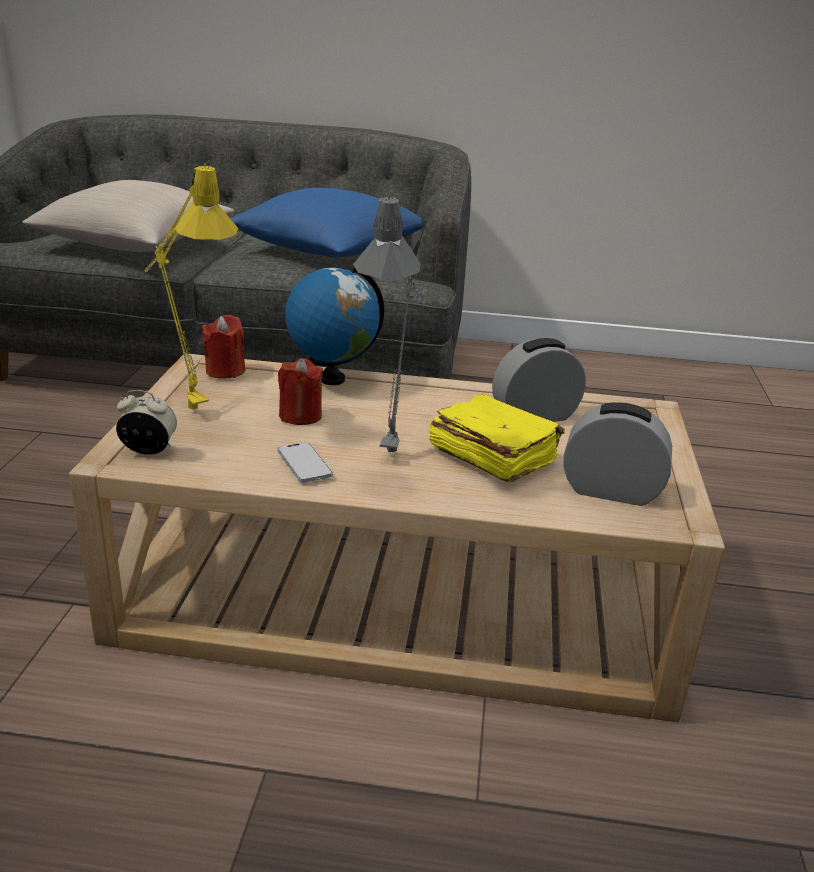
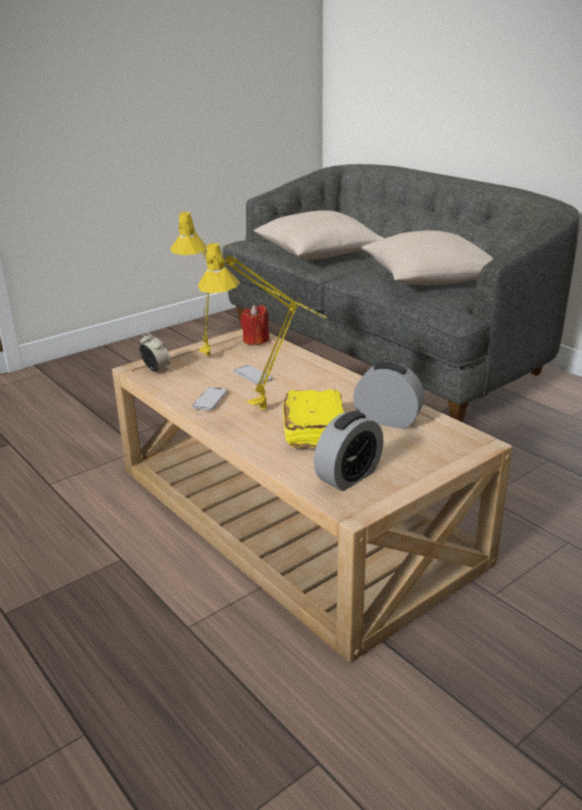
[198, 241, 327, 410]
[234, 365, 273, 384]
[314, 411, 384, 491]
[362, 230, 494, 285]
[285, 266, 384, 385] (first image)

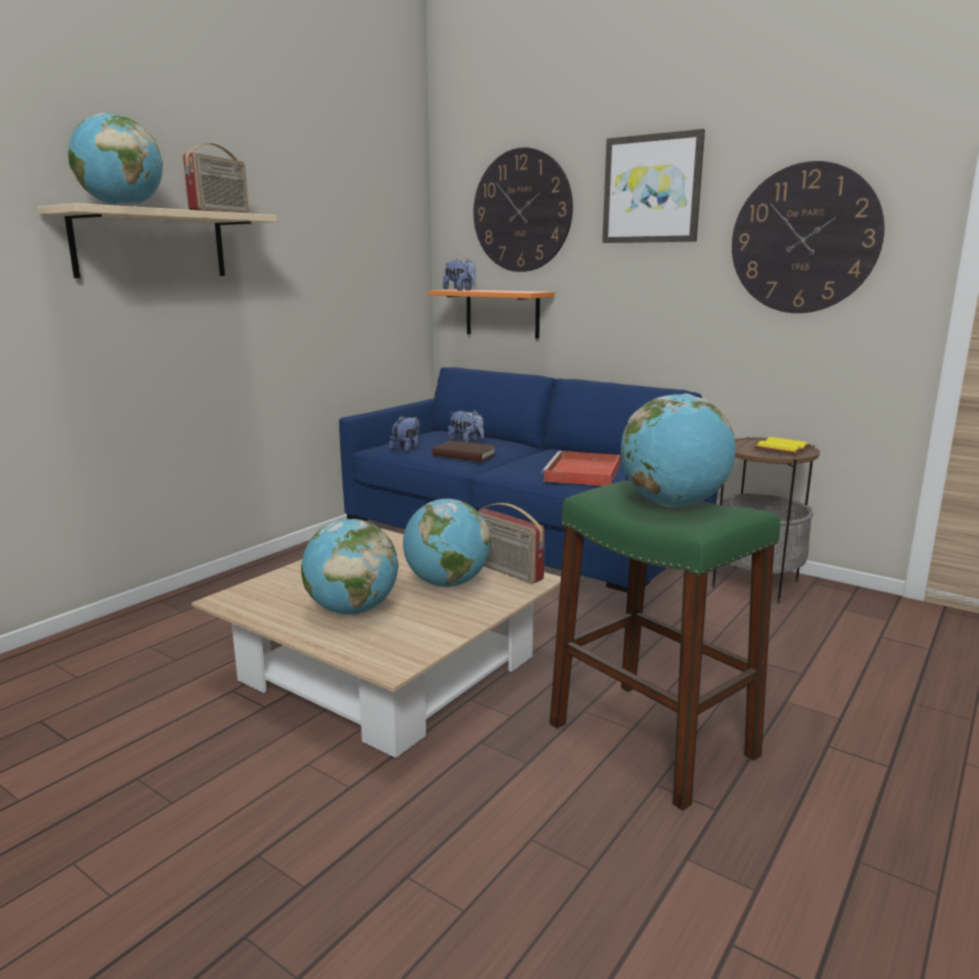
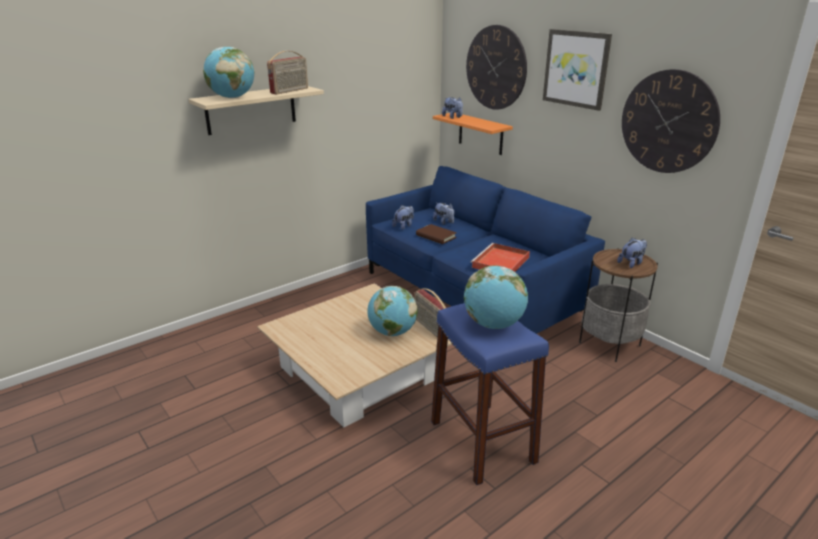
[431, 303, 549, 485]
[617, 237, 647, 268]
[301, 519, 399, 615] (first image)

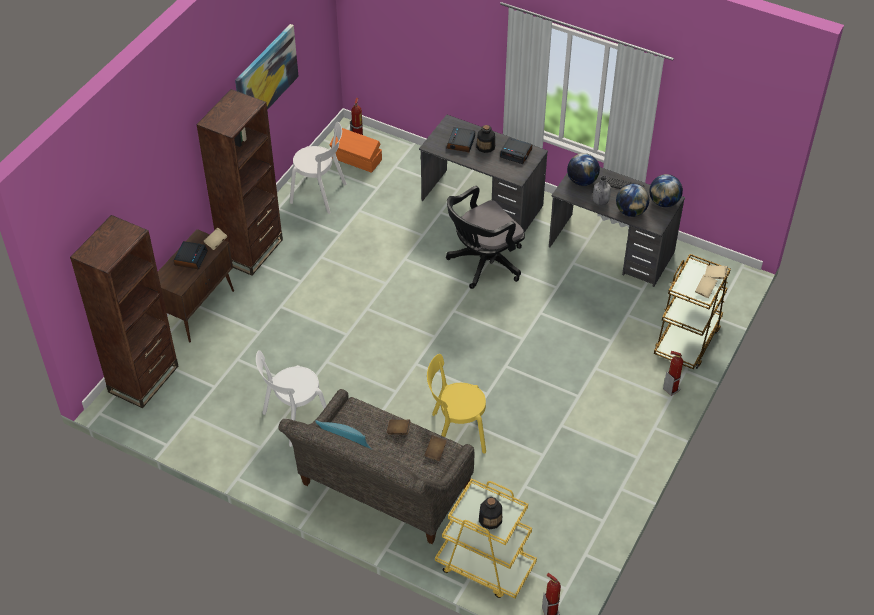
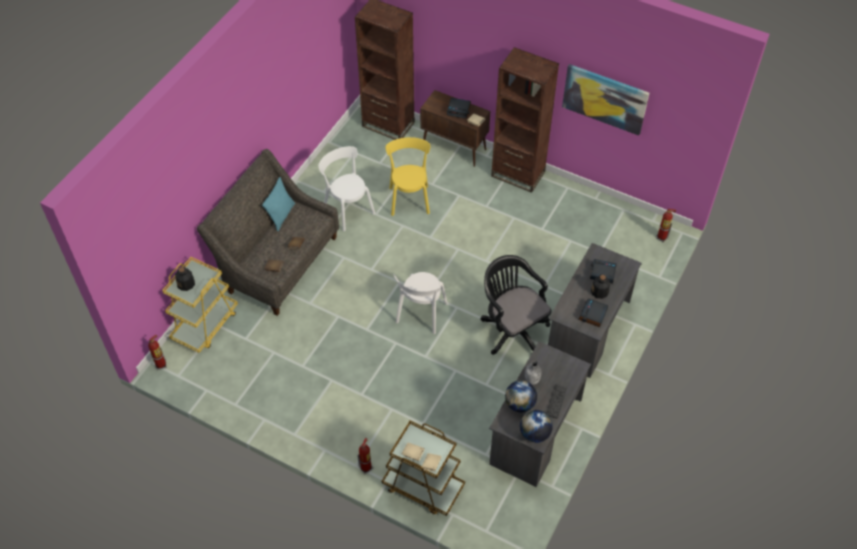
[386, 137, 430, 216]
[394, 272, 448, 334]
[330, 128, 382, 173] (first image)
[567, 153, 600, 186] (first image)

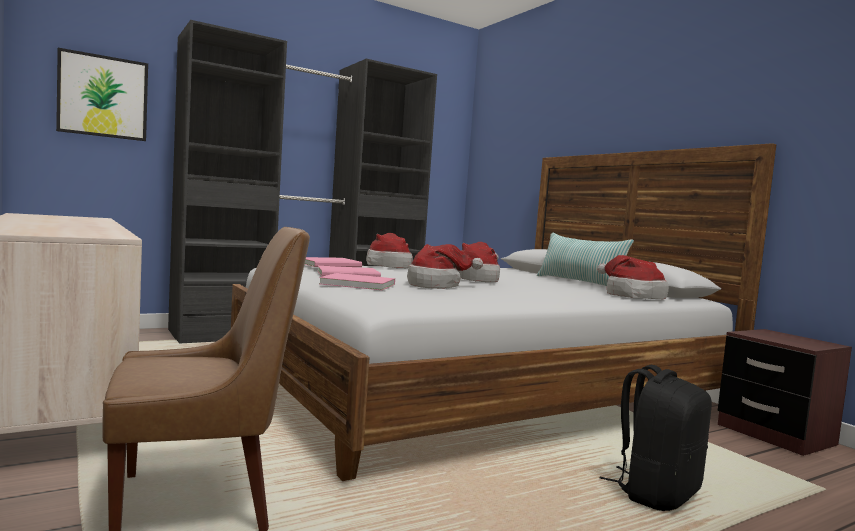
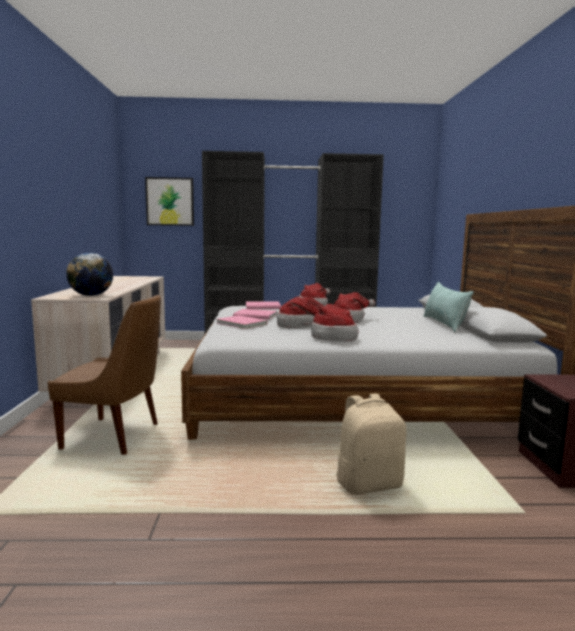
[66, 253, 113, 296]
[311, 304, 358, 341]
[337, 394, 406, 495]

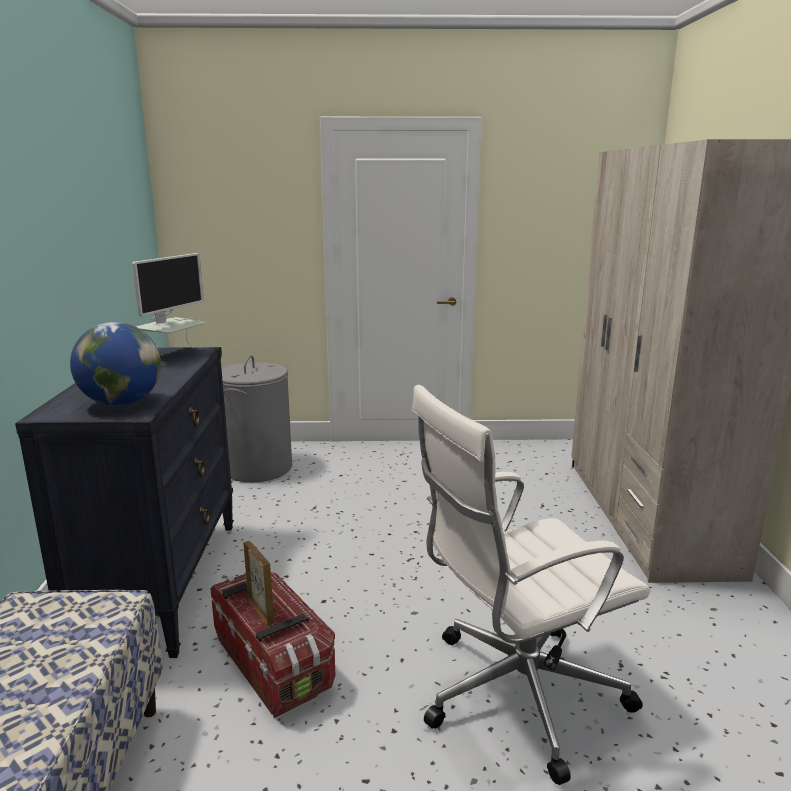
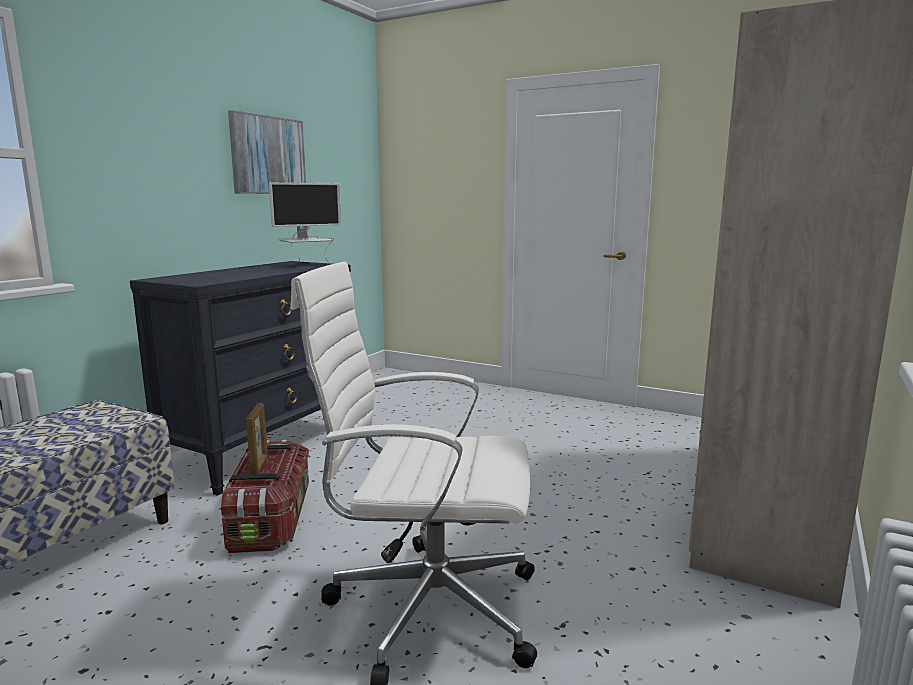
[228, 110, 306, 194]
[70, 322, 161, 406] (first image)
[221, 355, 292, 482] (first image)

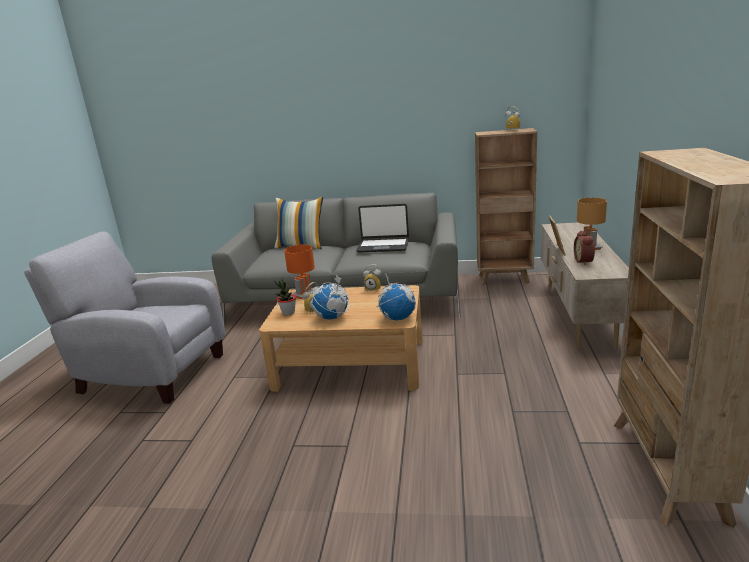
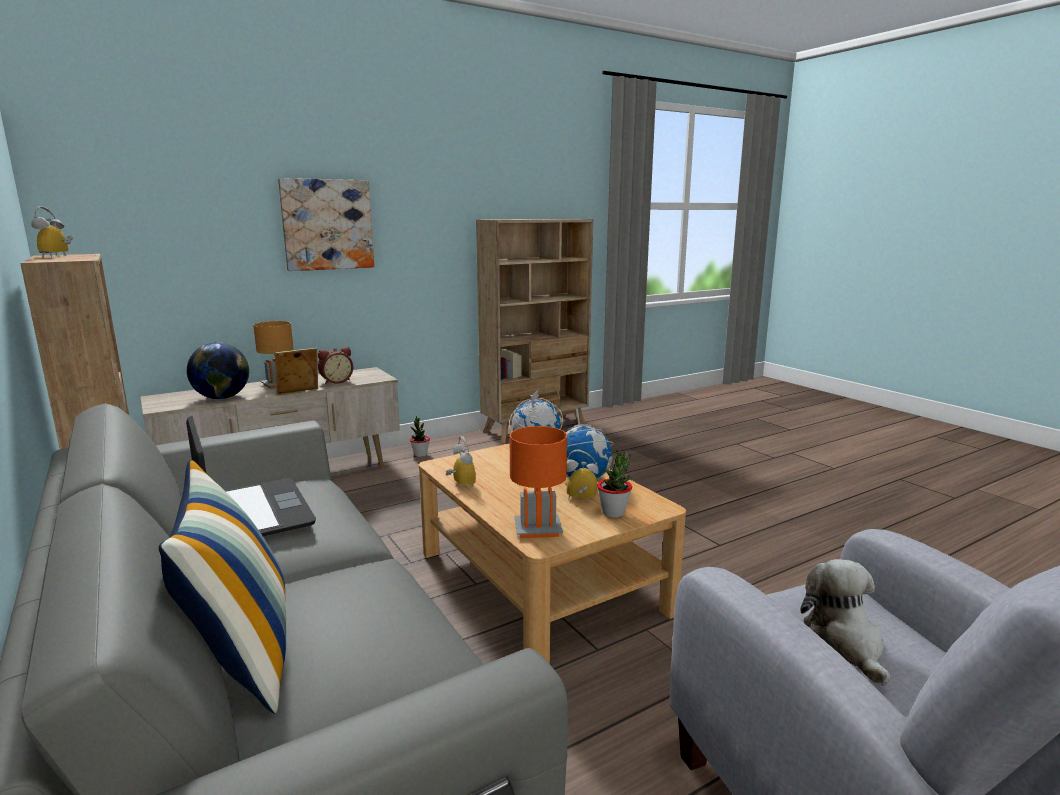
[187, 342, 249, 399]
[278, 178, 374, 271]
[410, 416, 430, 457]
[801, 559, 890, 686]

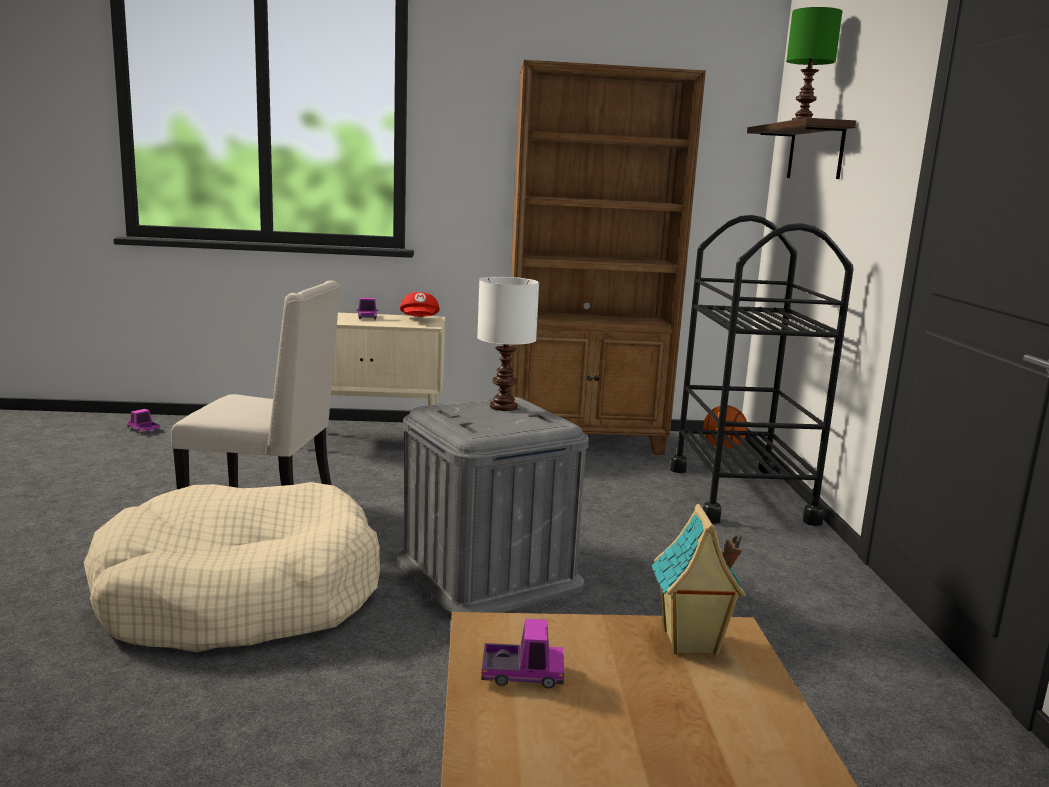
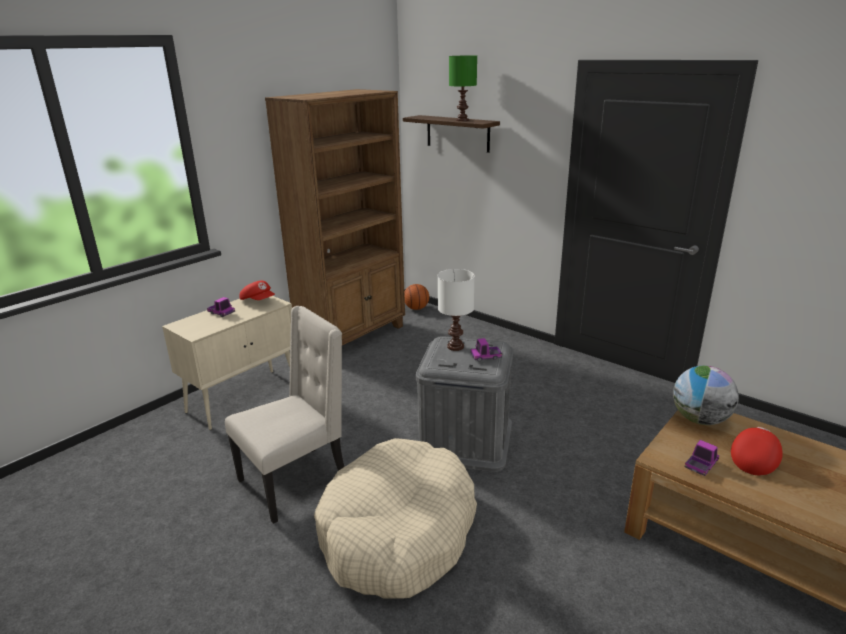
[471, 338, 502, 362]
[673, 365, 739, 425]
[731, 427, 783, 475]
[670, 215, 854, 526] (first image)

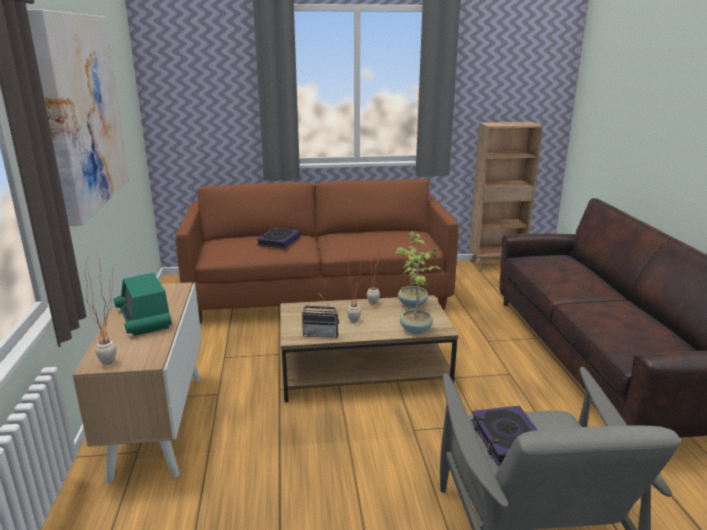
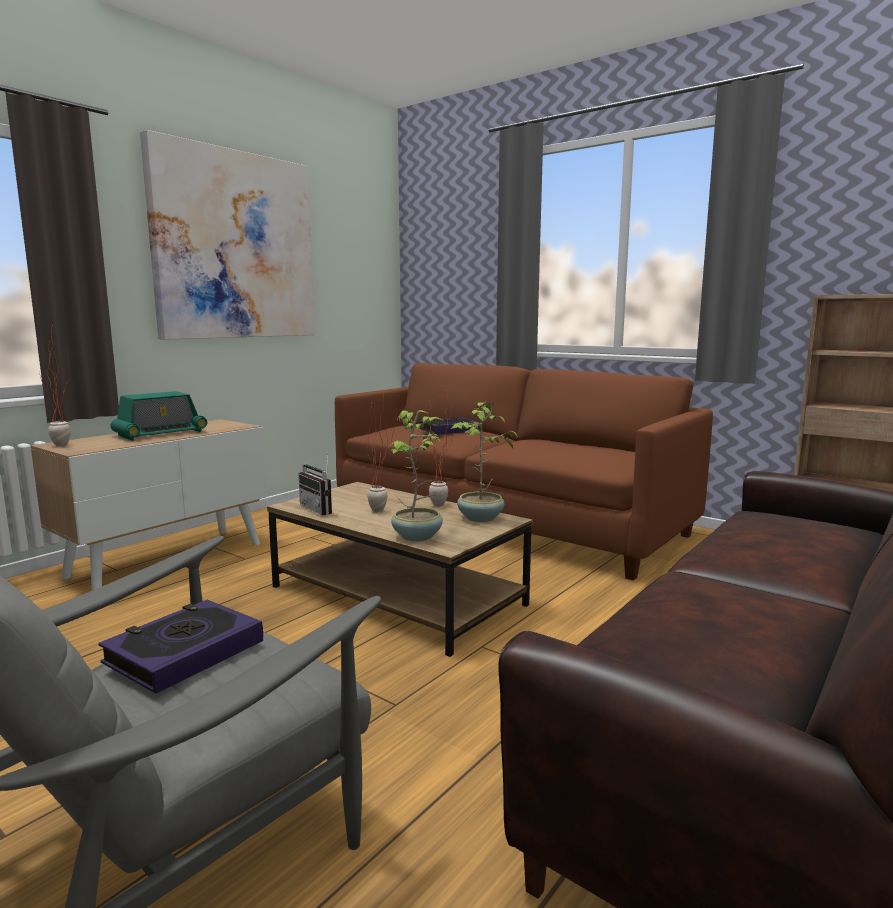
[111, 391, 207, 440]

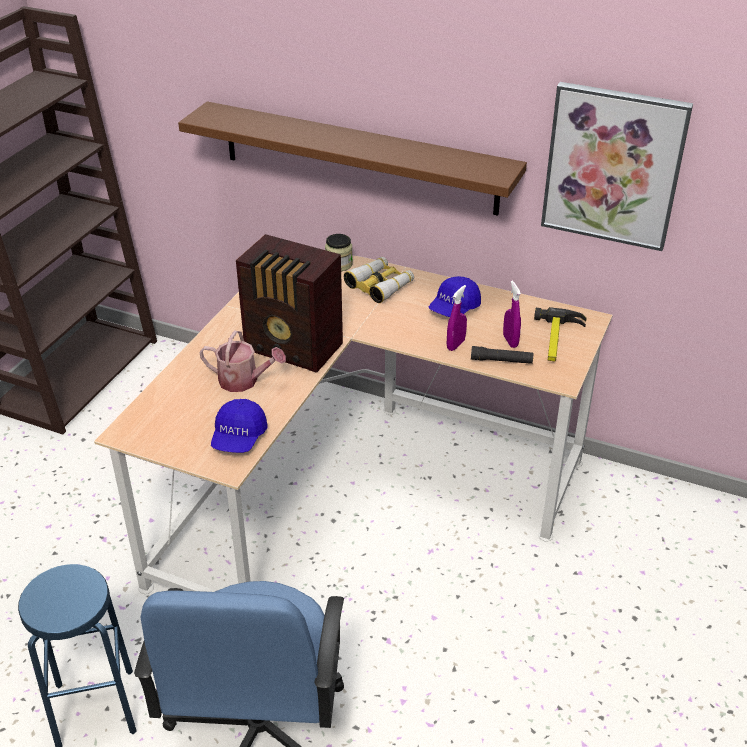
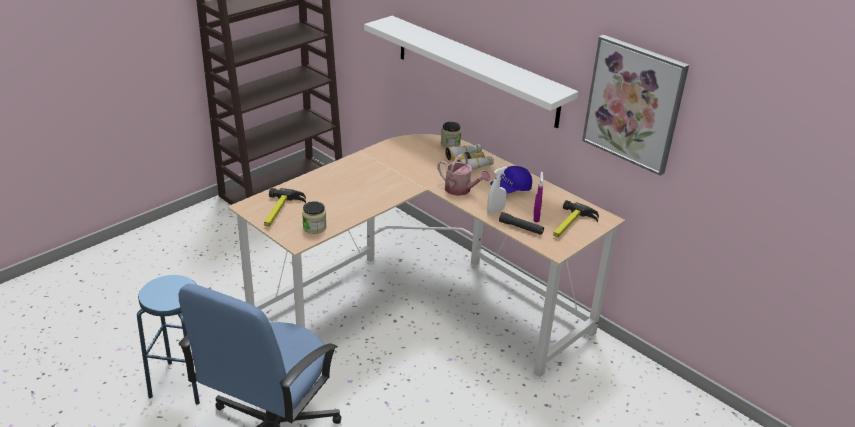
[264, 188, 306, 226]
[302, 201, 326, 234]
[364, 16, 579, 128]
[437, 154, 490, 196]
[487, 167, 507, 213]
[236, 234, 343, 373] (first image)

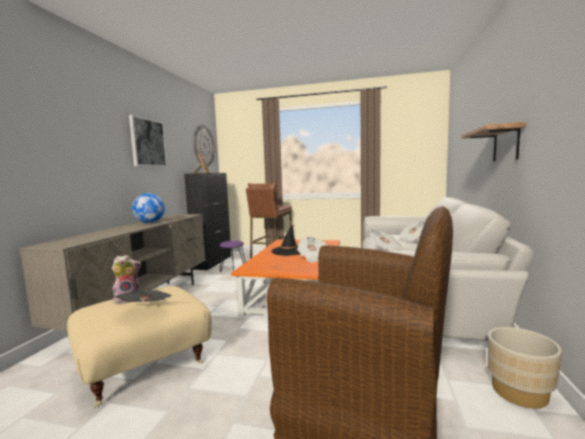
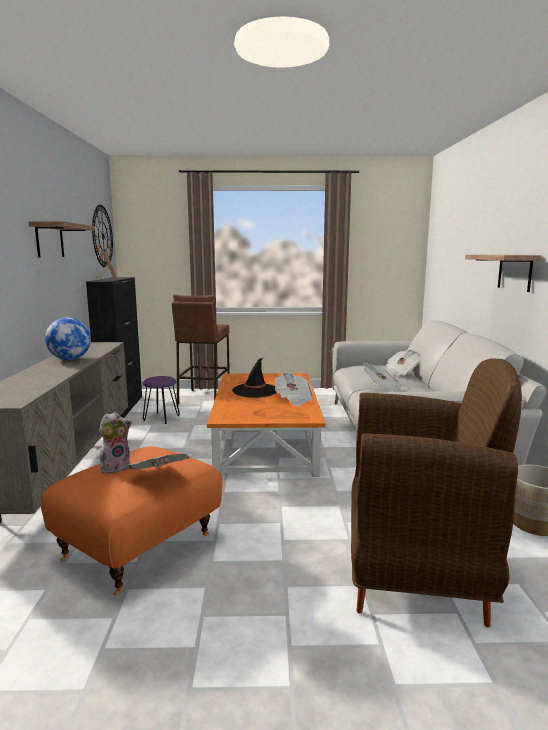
[29, 221, 95, 258]
[41, 446, 222, 596]

